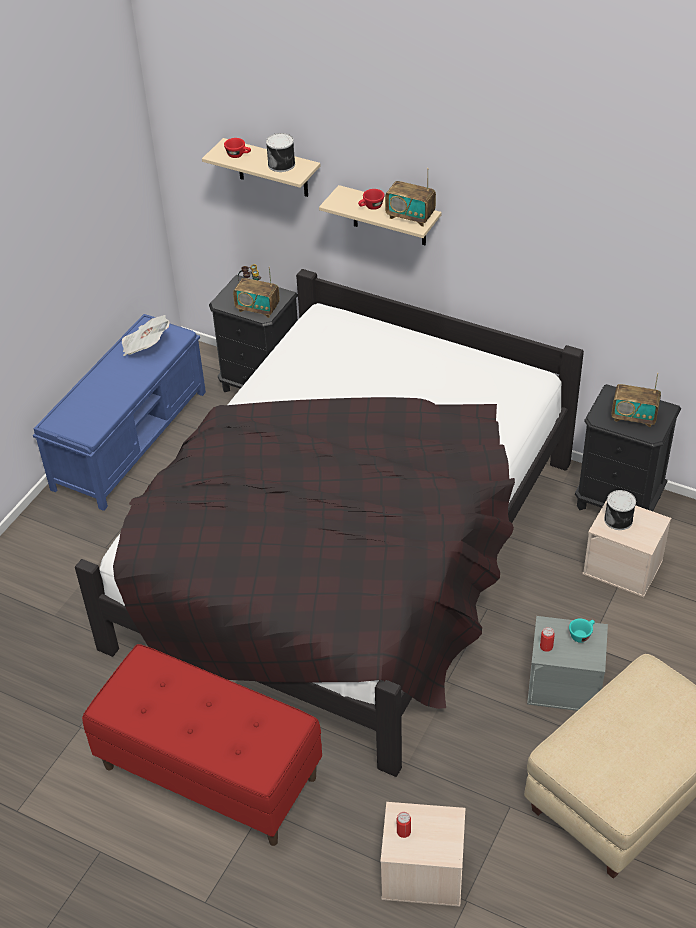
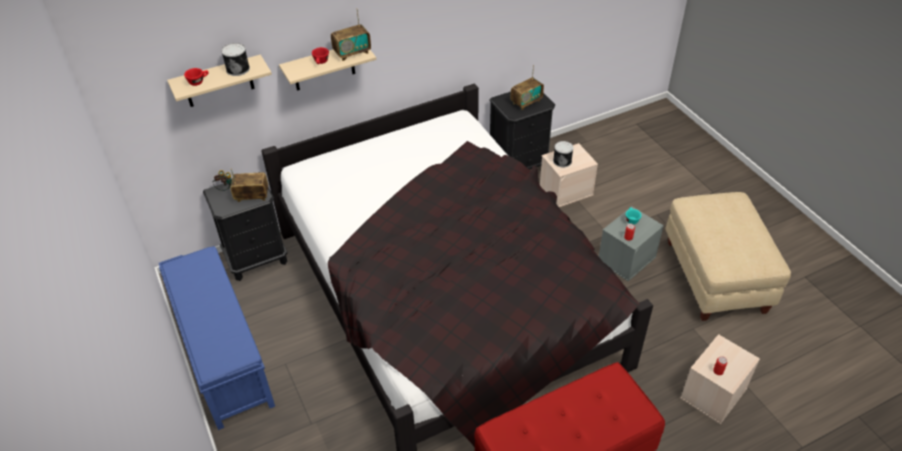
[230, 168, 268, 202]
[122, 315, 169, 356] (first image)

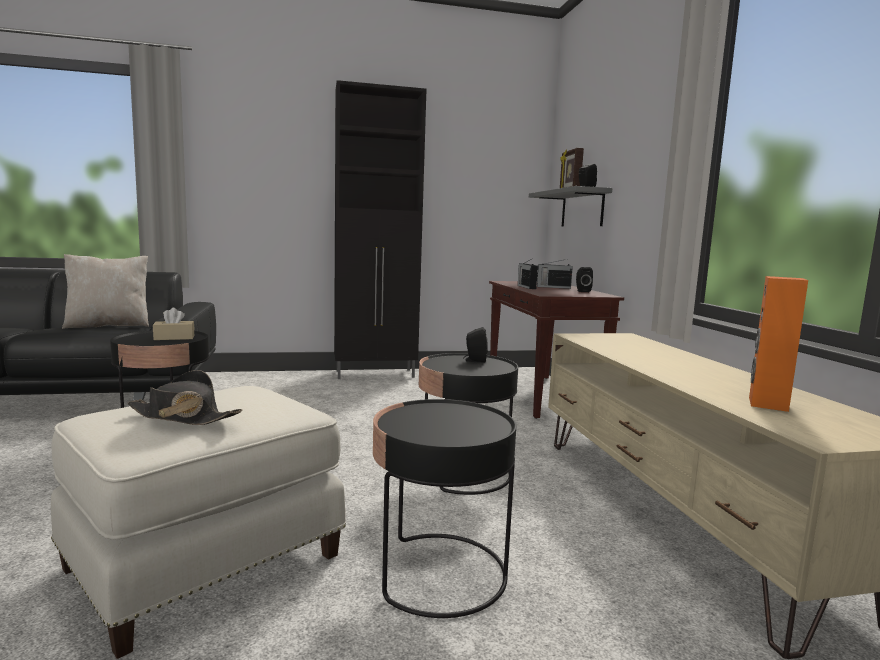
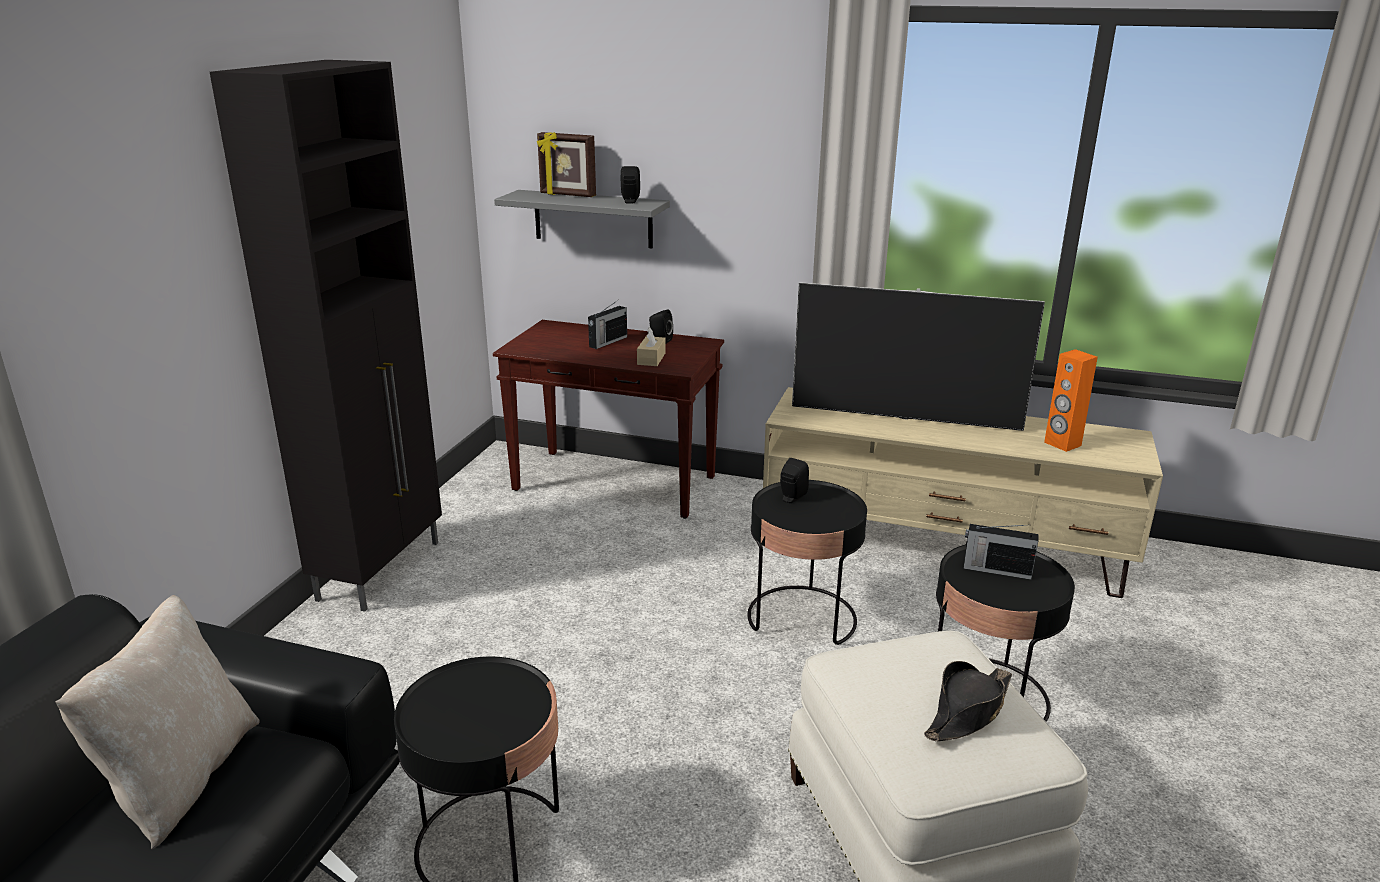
[637, 327, 666, 366]
[792, 282, 1045, 431]
[963, 524, 1038, 580]

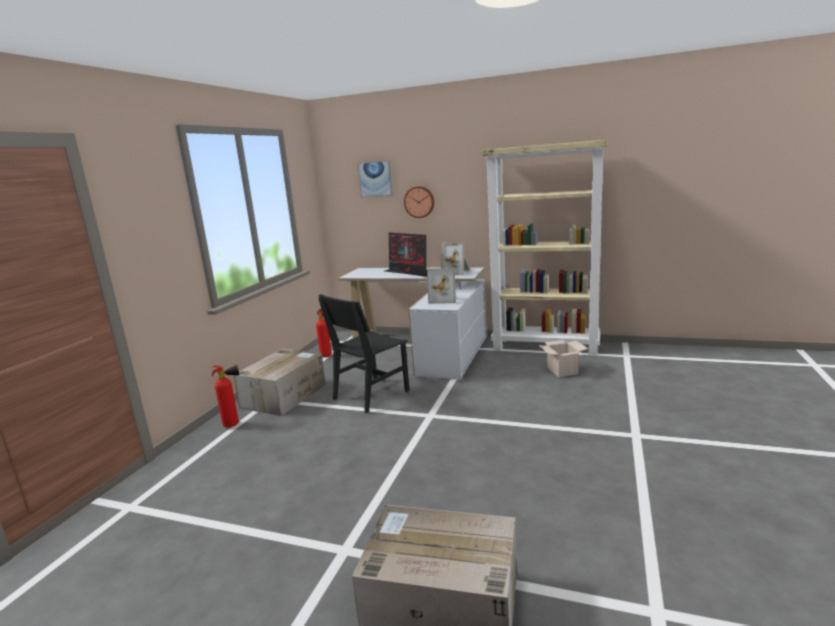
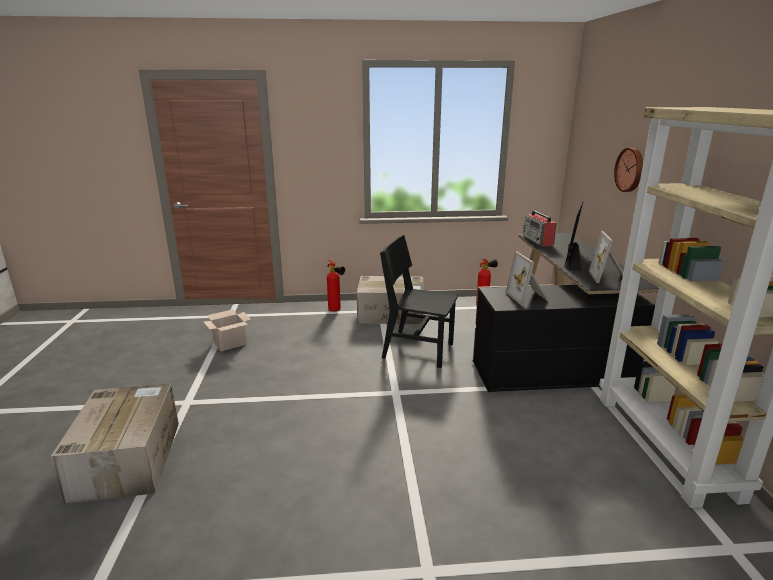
[204, 309, 251, 351]
[473, 233, 659, 392]
[523, 210, 557, 246]
[358, 160, 393, 198] (first image)

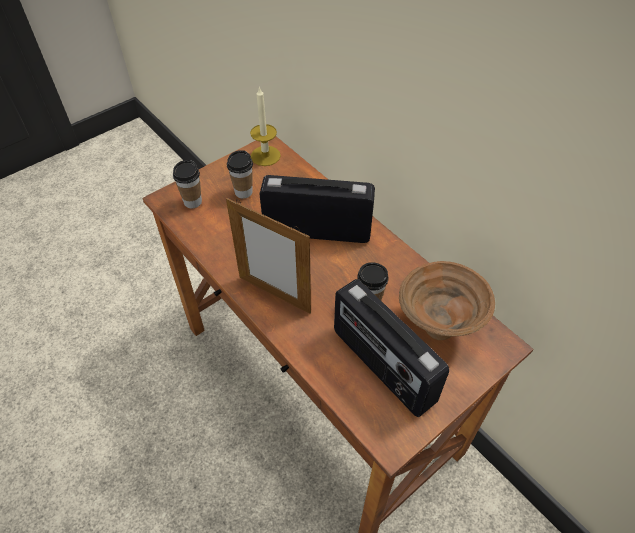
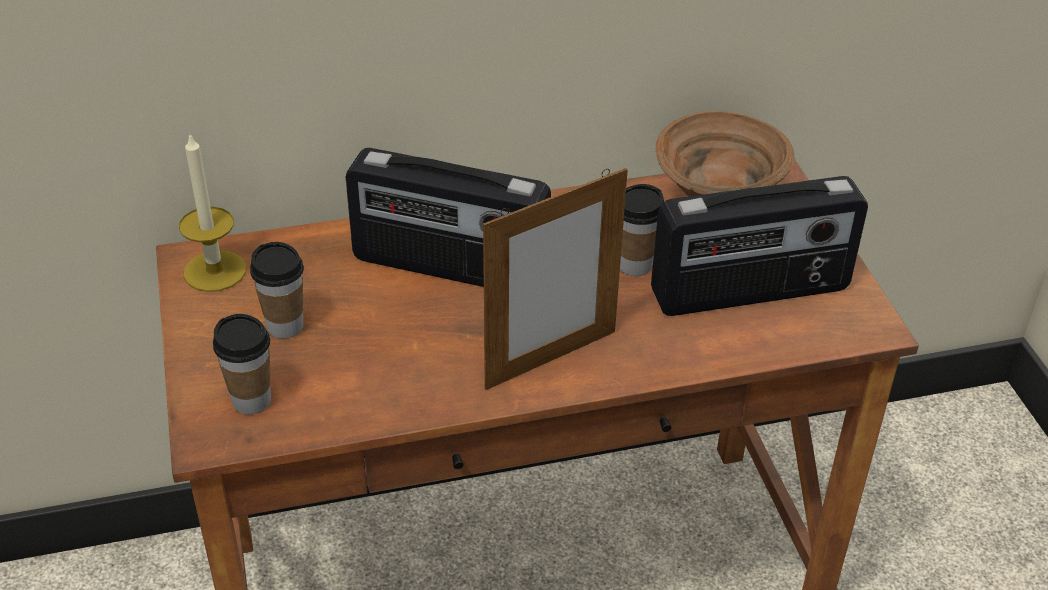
[346, 148, 551, 287]

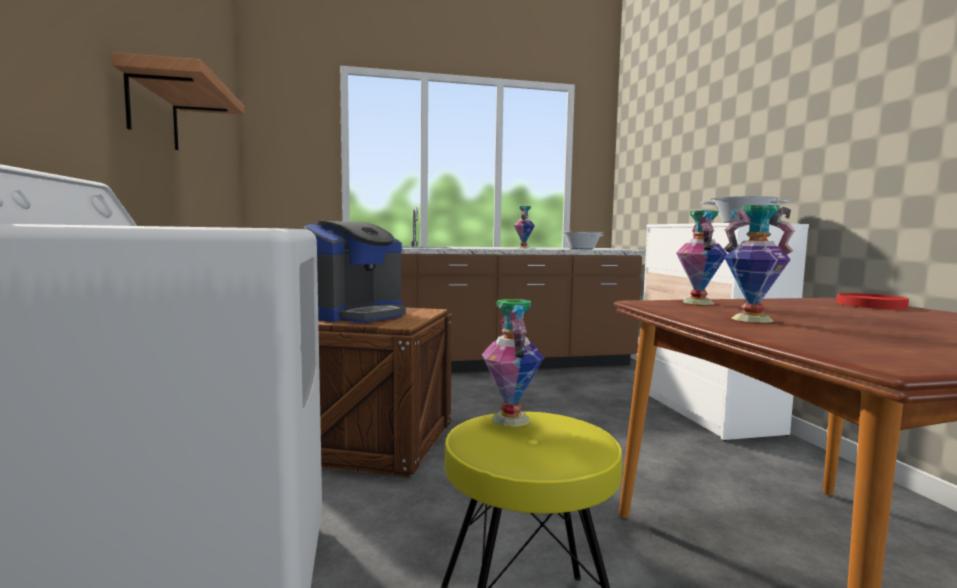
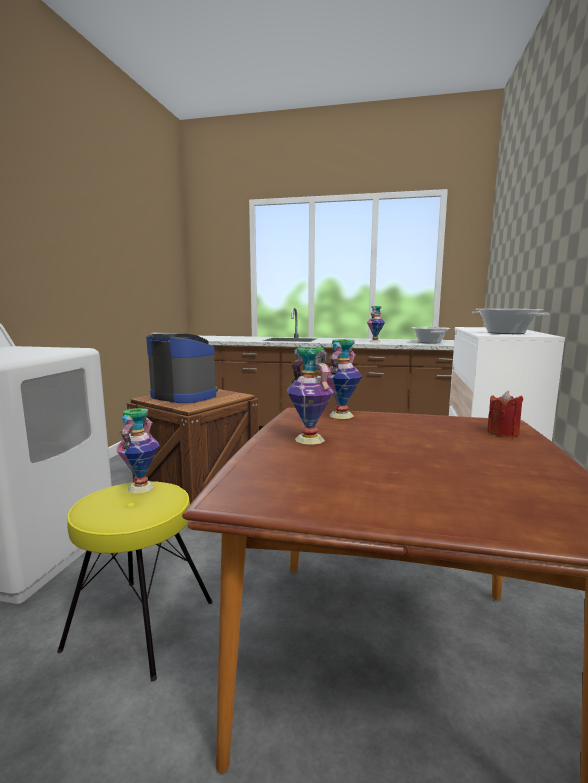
[146, 332, 218, 403]
[487, 391, 524, 437]
[112, 52, 245, 150] (first image)

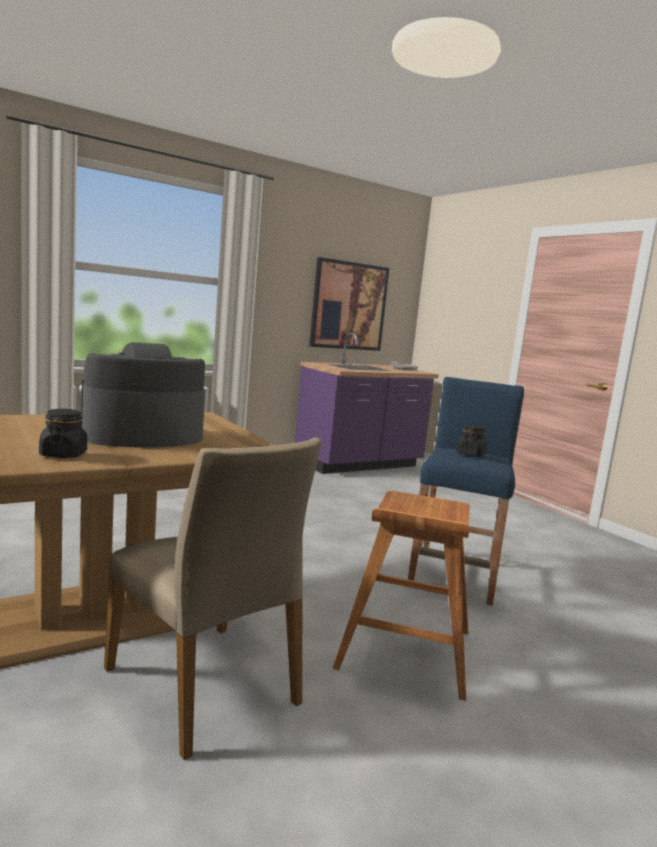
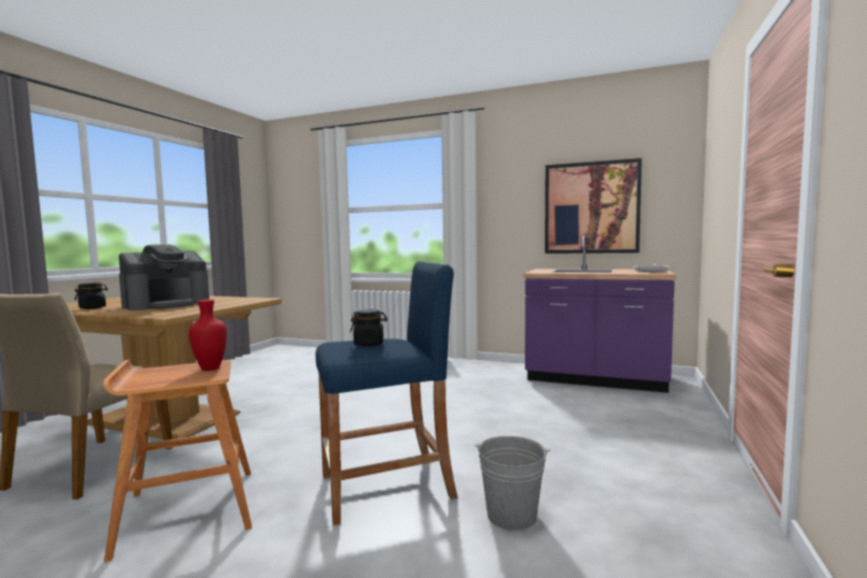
[119, 245, 209, 310]
[189, 299, 227, 371]
[475, 436, 550, 530]

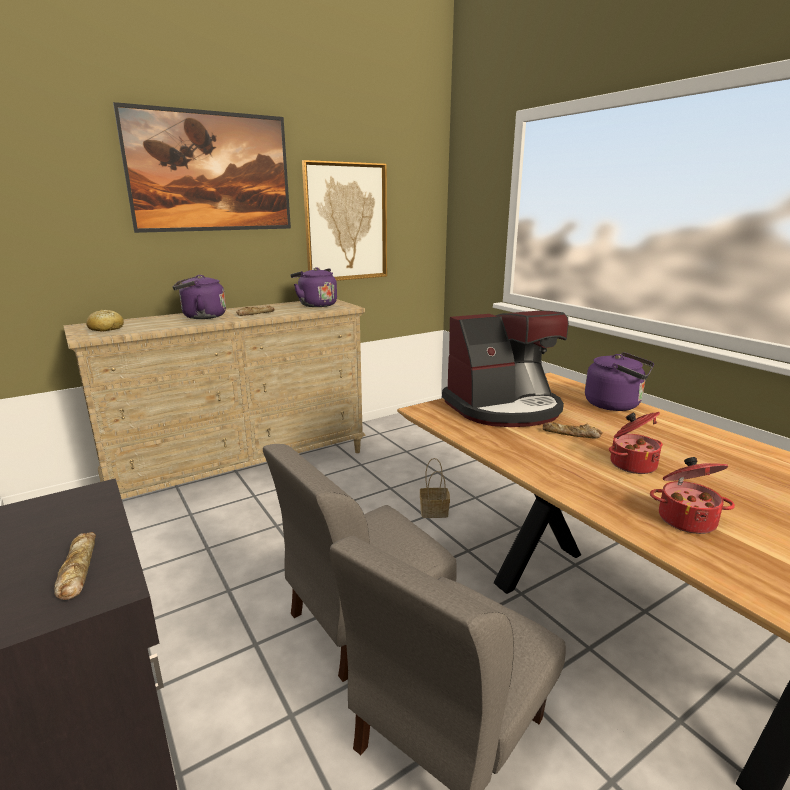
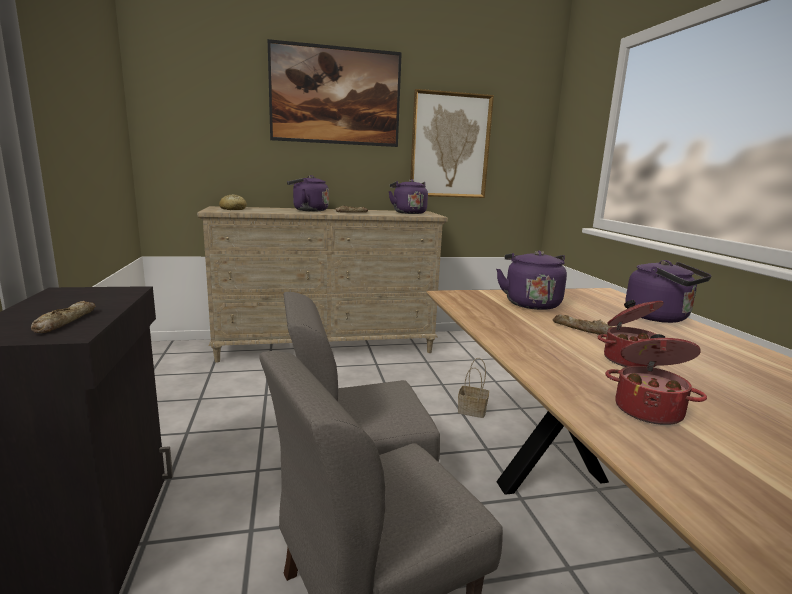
[496, 251, 567, 310]

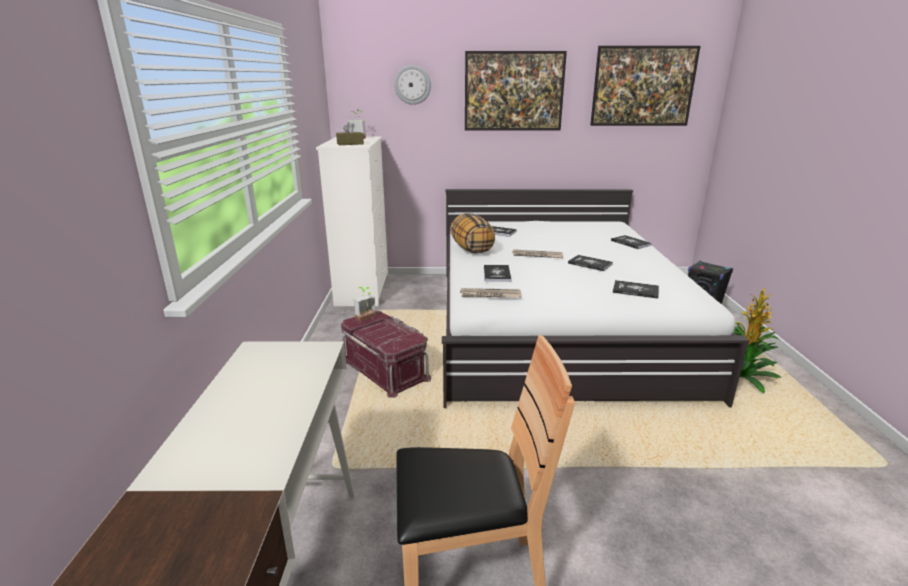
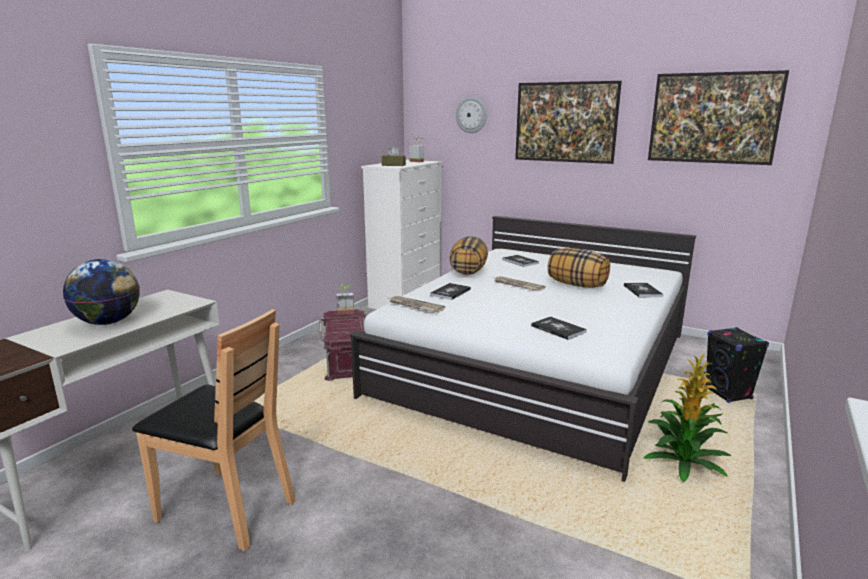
[63, 259, 140, 325]
[547, 248, 610, 288]
[568, 255, 613, 271] (first image)

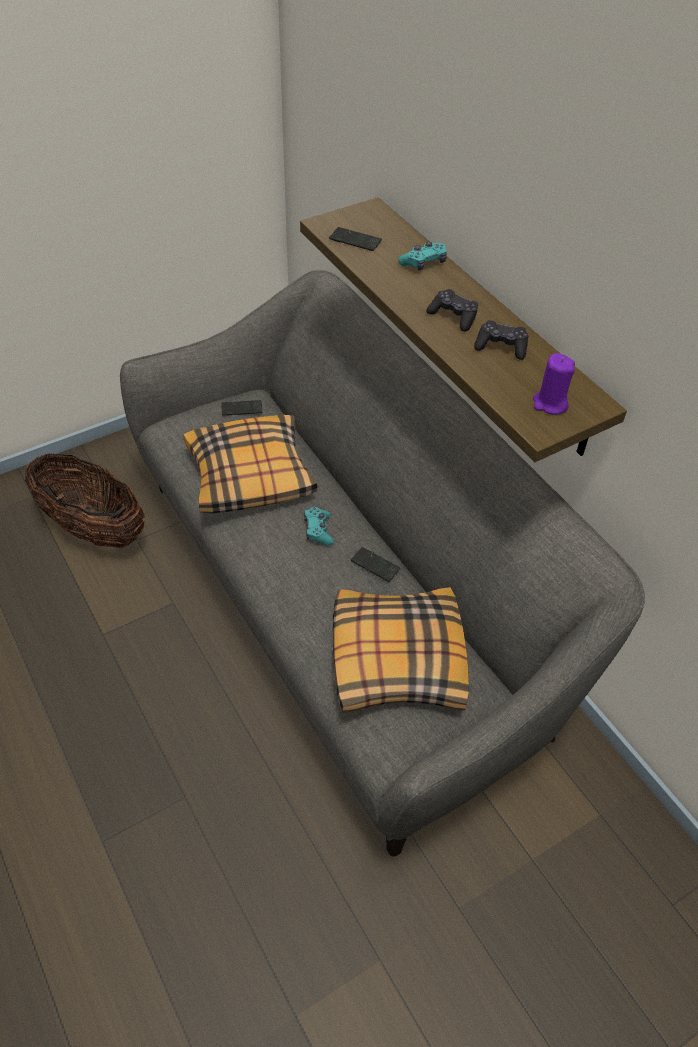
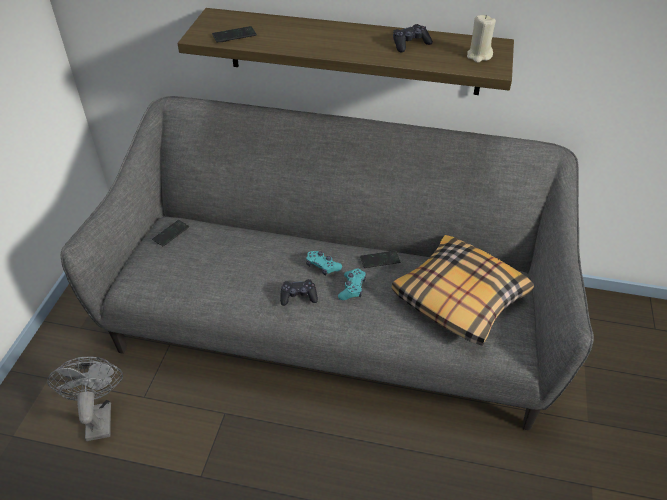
[47, 357, 123, 441]
[280, 279, 318, 306]
[338, 268, 366, 300]
[467, 15, 496, 63]
[183, 415, 318, 513] (first image)

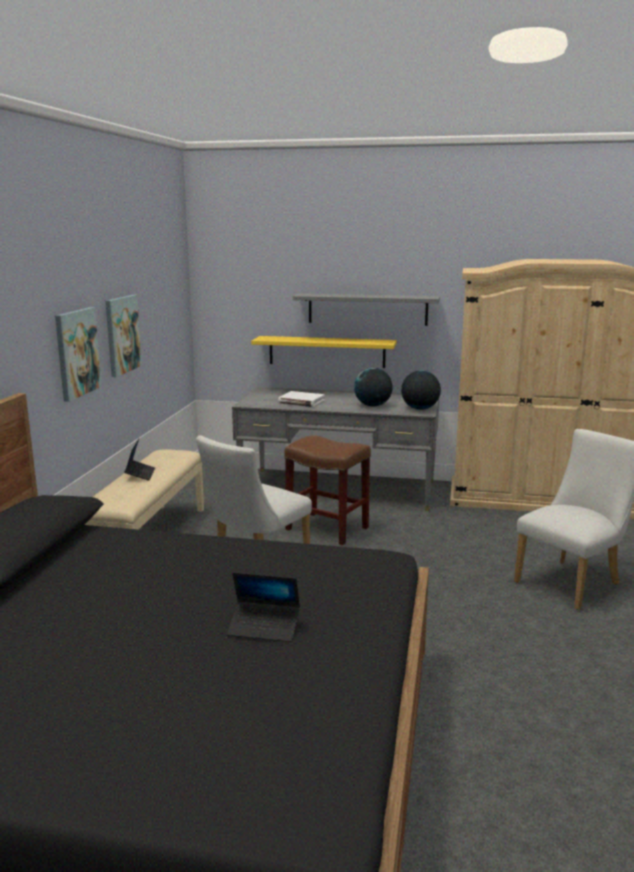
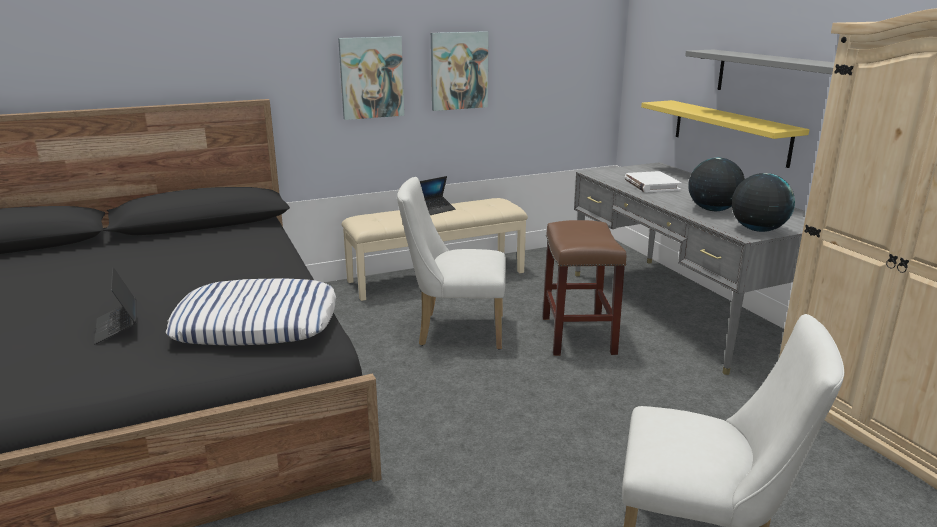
[166, 278, 336, 346]

